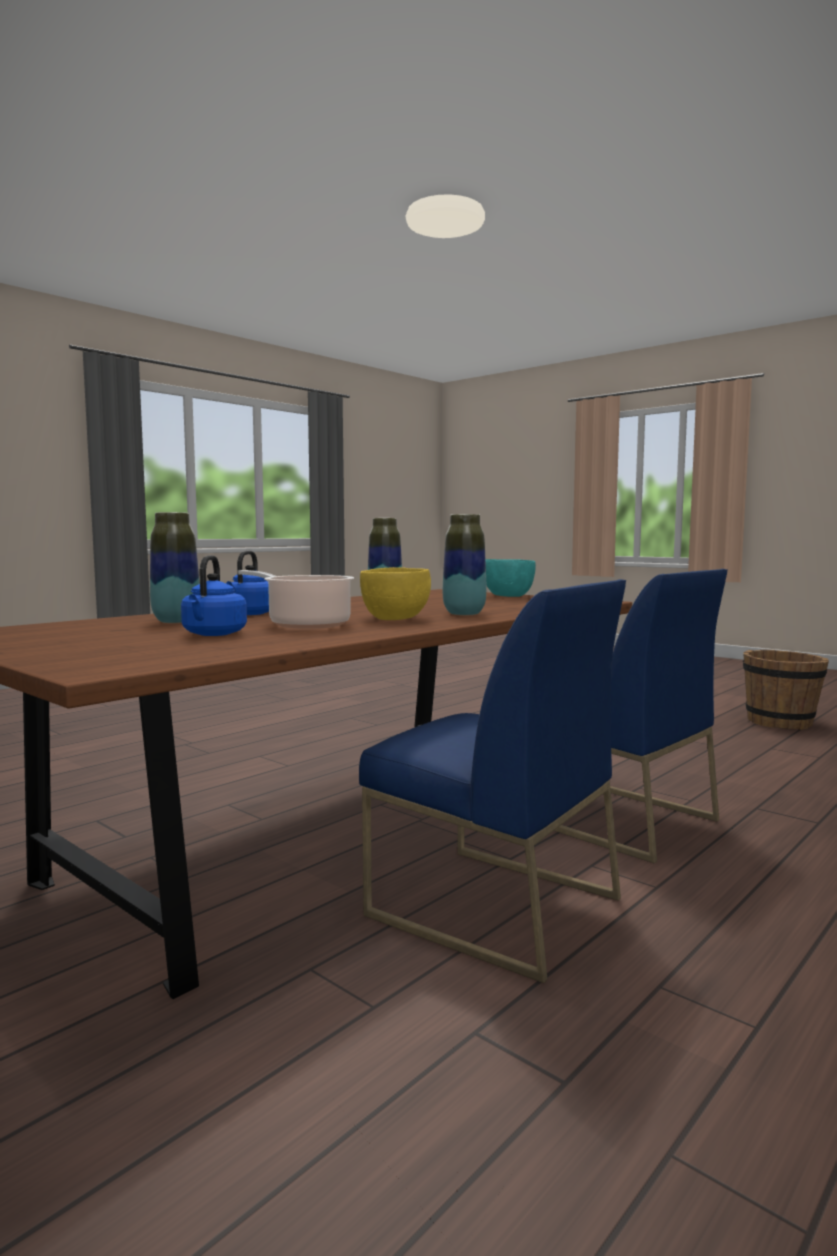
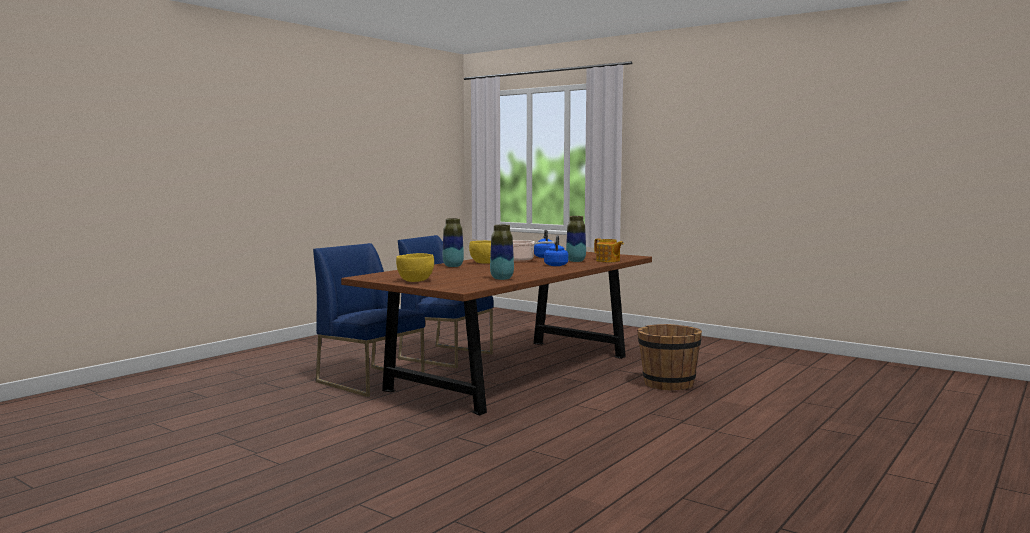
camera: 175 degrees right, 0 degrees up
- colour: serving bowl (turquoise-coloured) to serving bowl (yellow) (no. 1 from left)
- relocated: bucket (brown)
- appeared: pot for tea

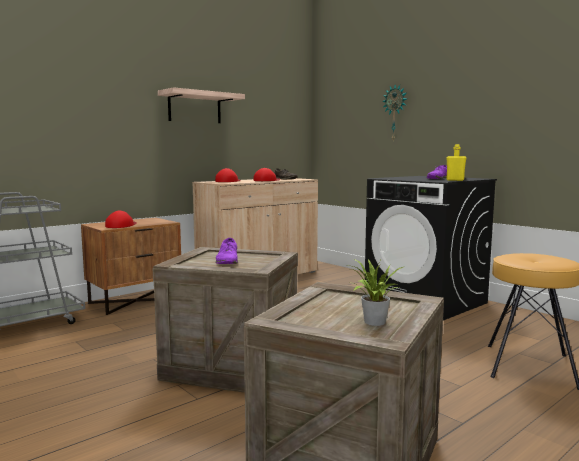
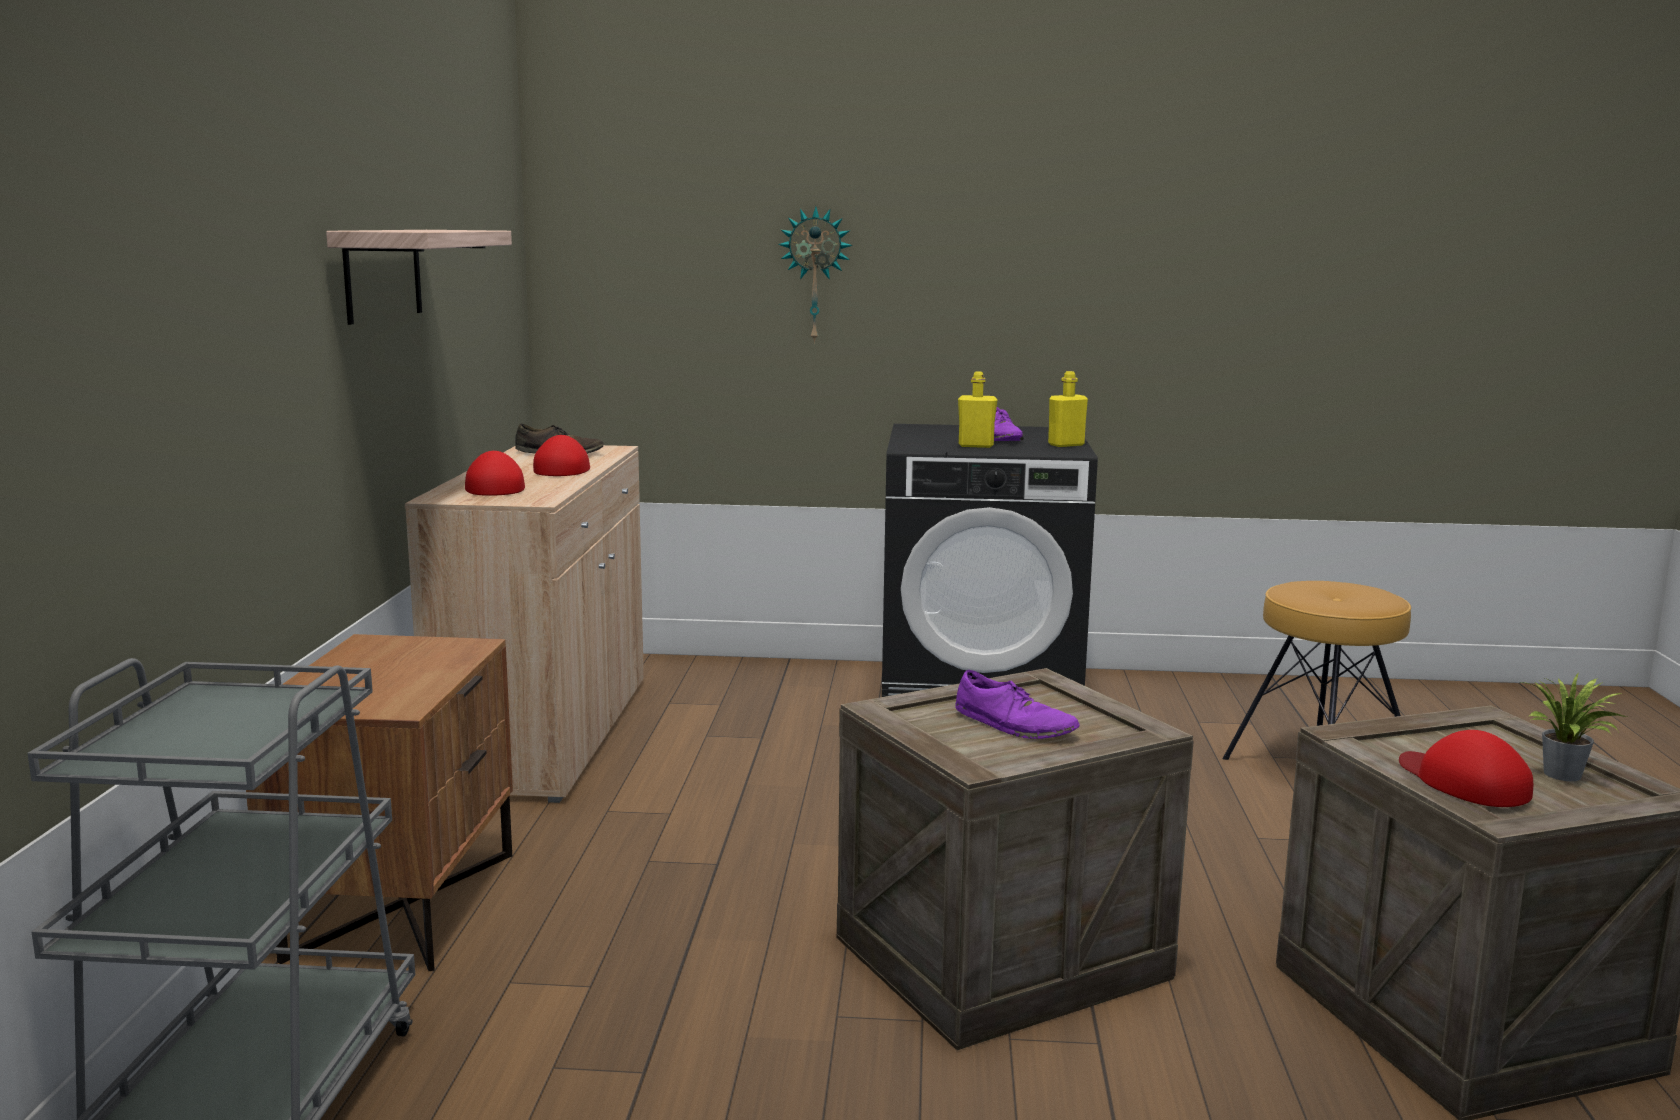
camera: 45 degrees left, 5 degrees up
- relocated: cap (red-coloured) (no. 1 from left in the first image) to cap (red-coloured) (no. 3 from left)
- appeared: bottle (yellow) (no. 1 from left)

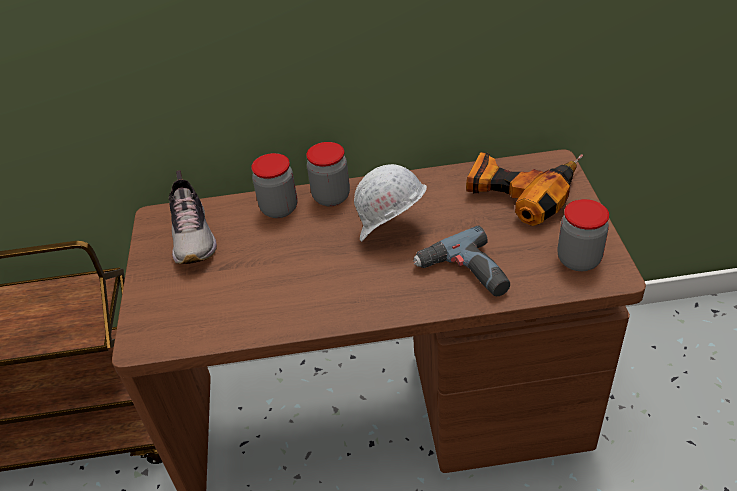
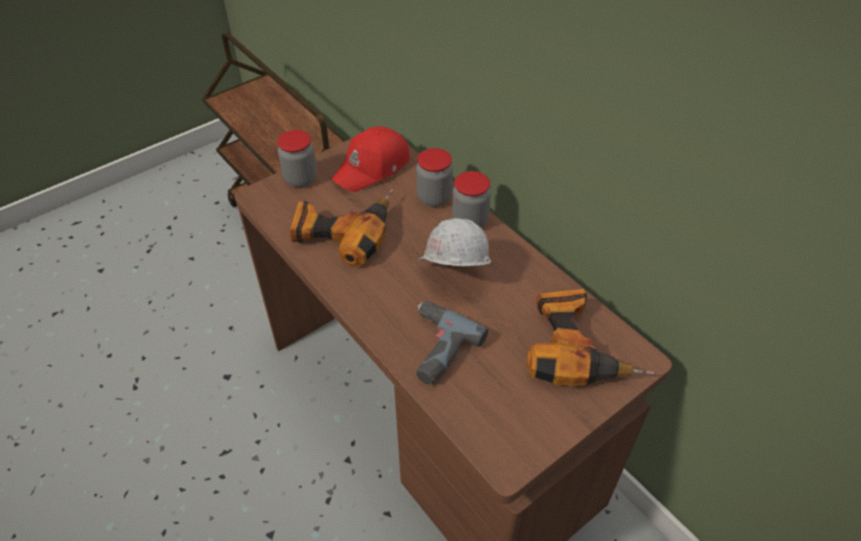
camera: 55 degrees right, 5 degrees up
- exchanged: shoe to cap (red-coloured)
- relocated: preserve jar (no. 3 from left in the first image) to preserve jar (no. 1 from left)
- appeared: electric drill (no. 1 from left)

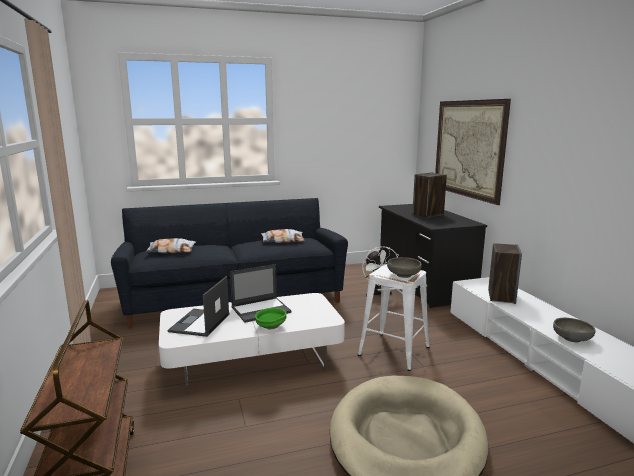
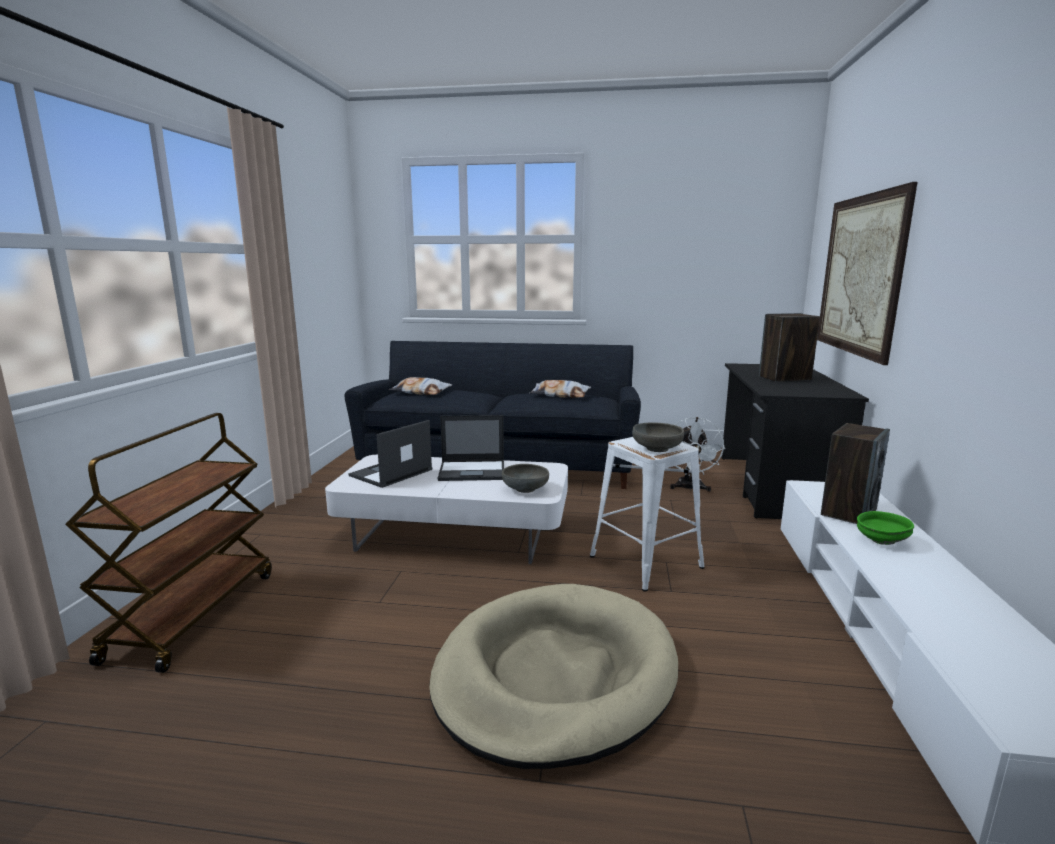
camera: 25 degrees right, 0 degrees up
- relocated: serving bowl (greenish)
- relocated: serving bowl (greyish) (no. 2 from left in the first image) to serving bowl (greyish) (no. 1 from left)

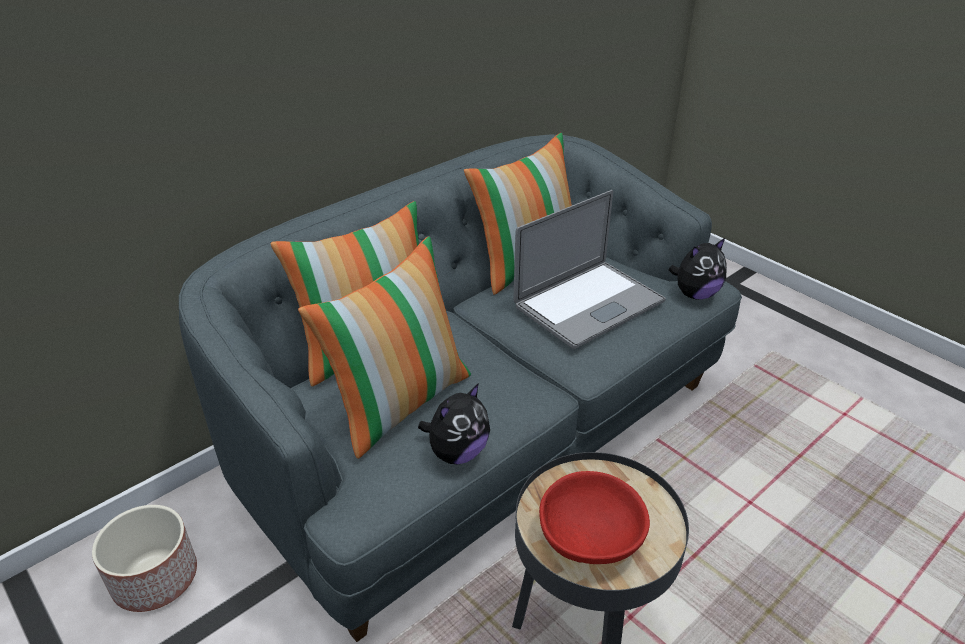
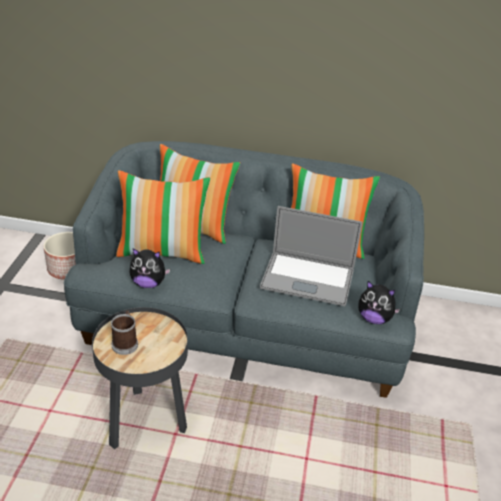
camera: 50 degrees right, 0 degrees up
- exchanged: serving bowl (red-coloured) to mug

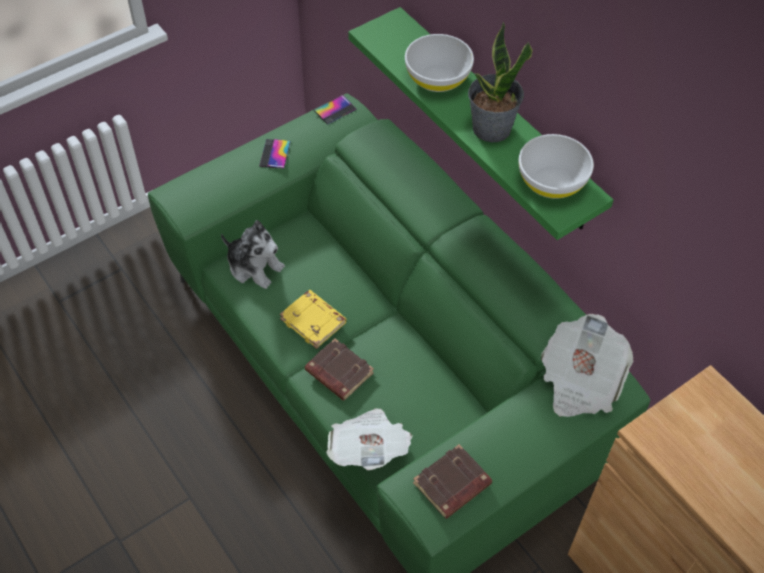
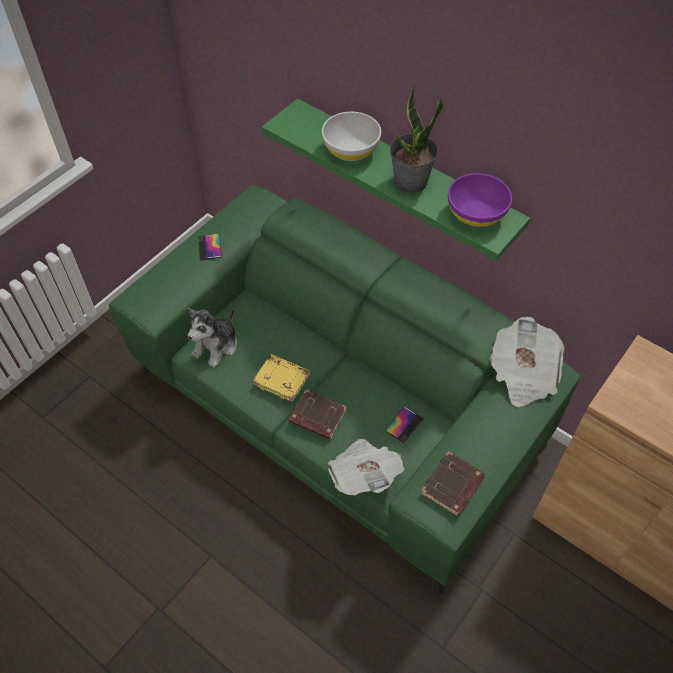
camera: 15 degrees left, 0 degrees up
- spun: plush toy 105 degrees clockwise
- relocated: handset (no. 2 from left)
- colour: serving bowl (white) (no. 2 from left) to serving bowl (purple-coloured)

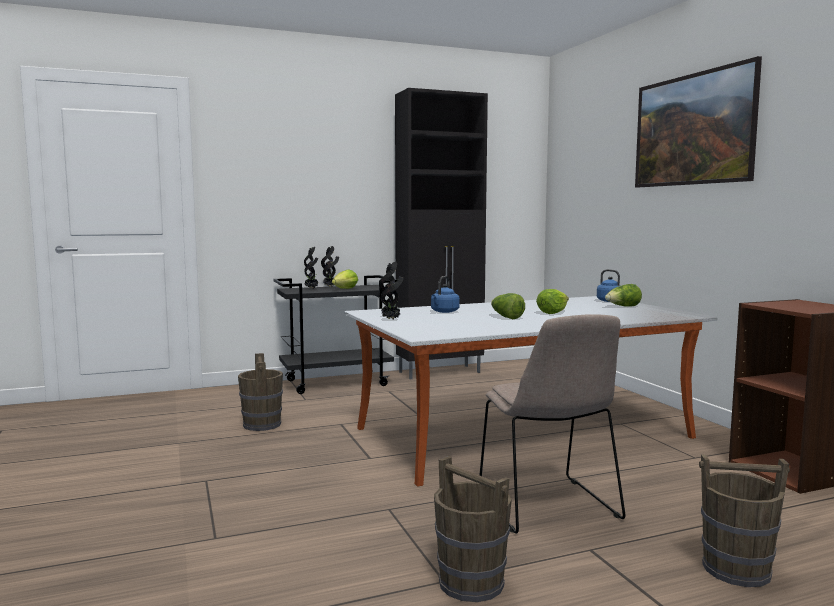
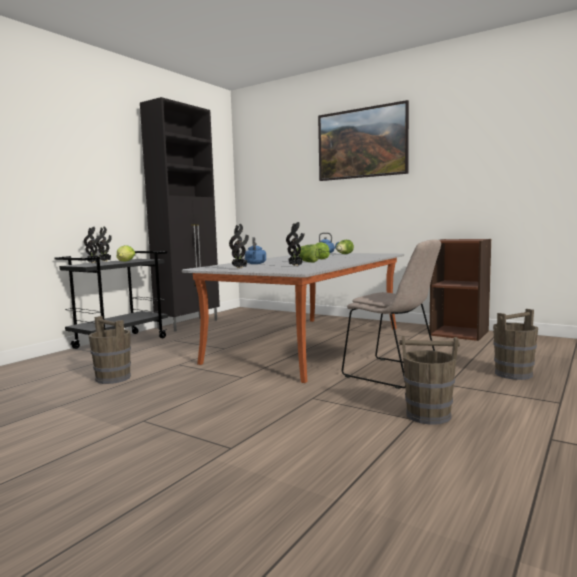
camera: 35 degrees left, 0 degrees up
- appeared: potted plant (no. 4 from left)

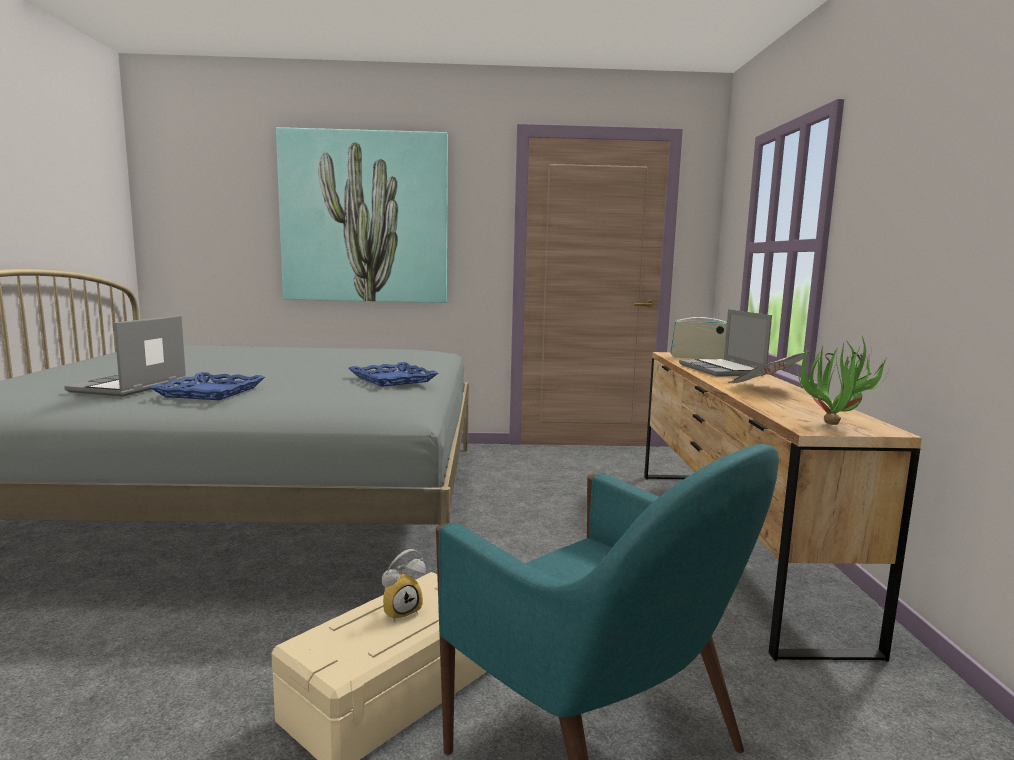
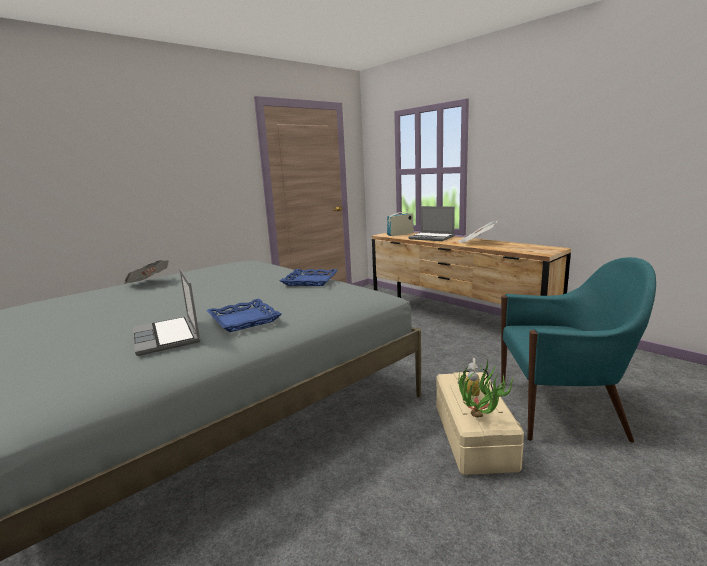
camera: 40 degrees left, 5 degrees up
- missing: wall art
- relocated: potted plant
- appeared: printed paper (no. 1 from left)

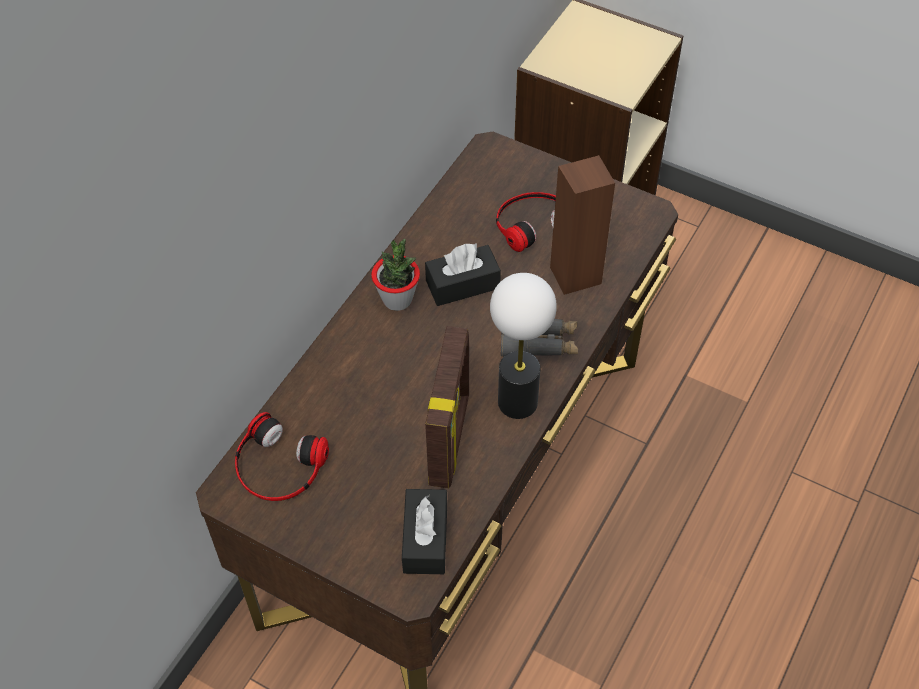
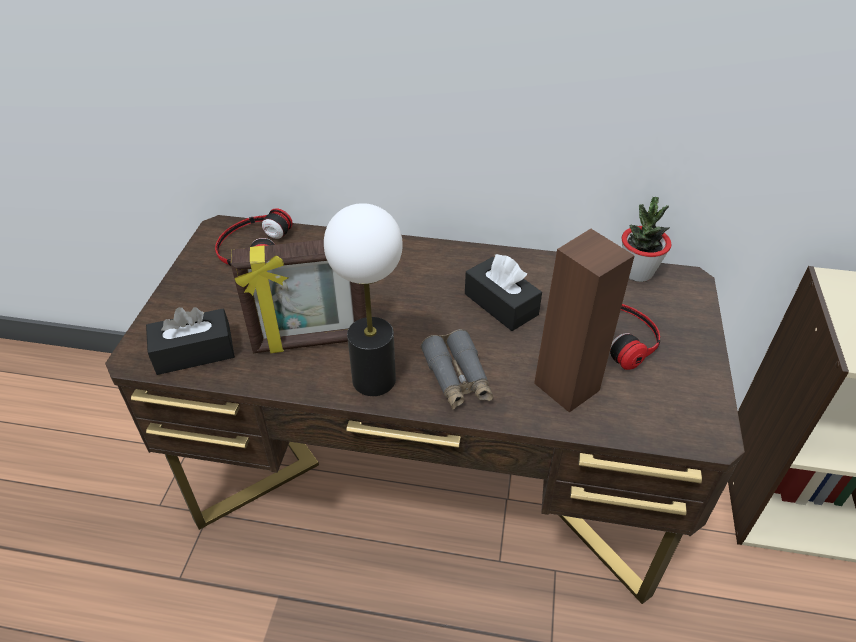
camera: 70 degrees right, 10 degrees down
- relocated: potted plant

